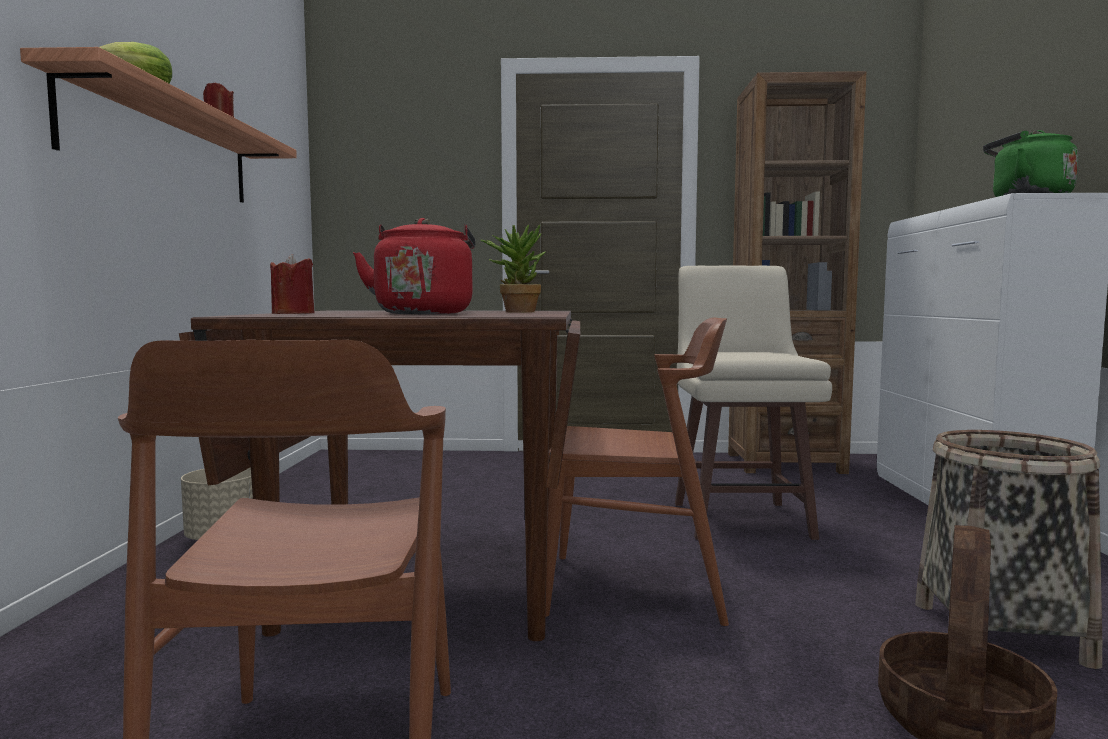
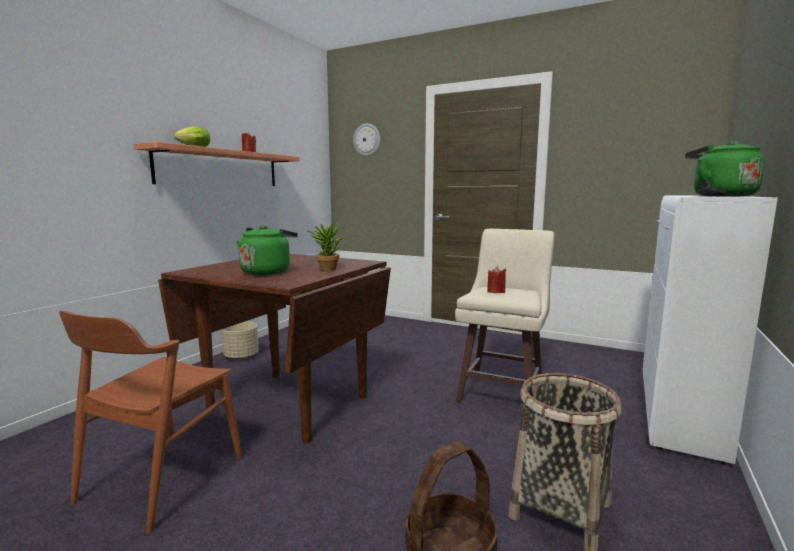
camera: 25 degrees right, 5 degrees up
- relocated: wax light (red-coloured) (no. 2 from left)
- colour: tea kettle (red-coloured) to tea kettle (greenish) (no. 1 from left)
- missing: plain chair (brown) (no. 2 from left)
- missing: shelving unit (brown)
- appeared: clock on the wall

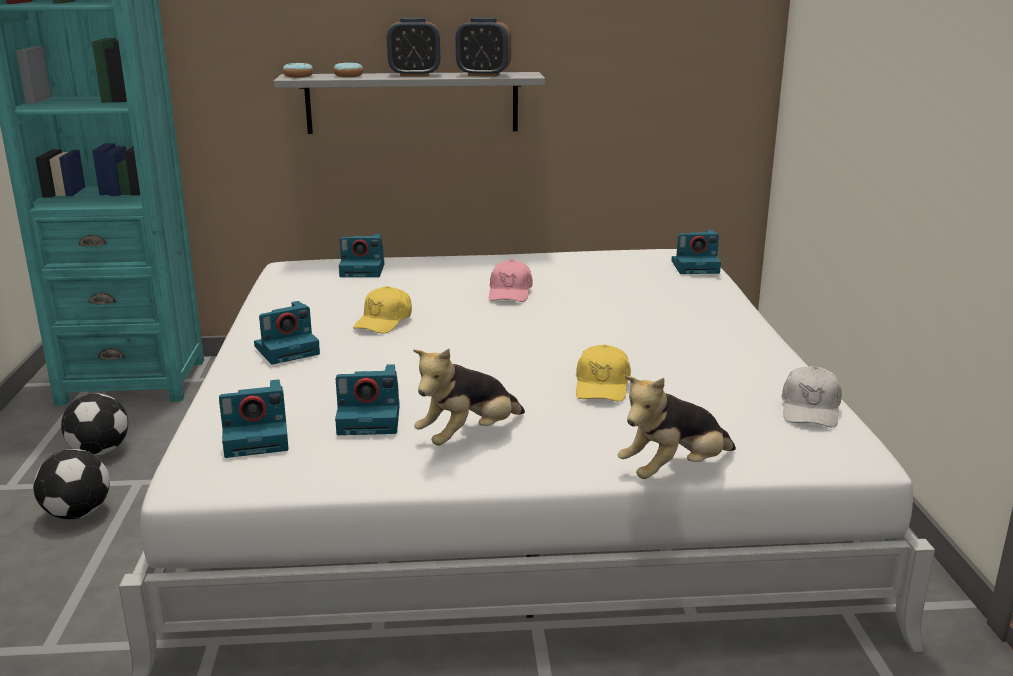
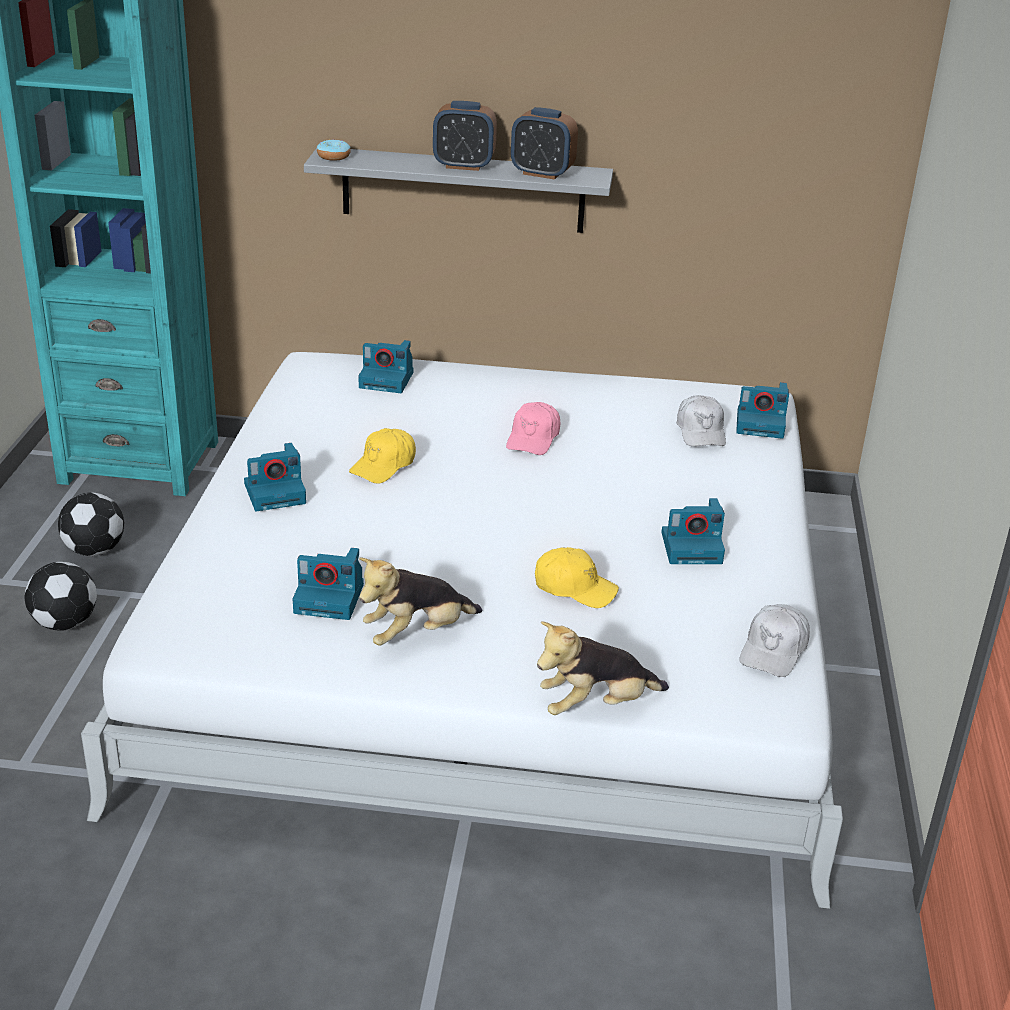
camera: 10 degrees right, 10 degrees up
- relocated: still camera (no. 1 from left in the first image) to still camera (no. 4 from left)
- missing: donut (no. 2 from left)
- spun: cap (yellow) (no. 2 from left) 90 degrees counterclockwise
- appeared: cap (white) (no. 1 from left)

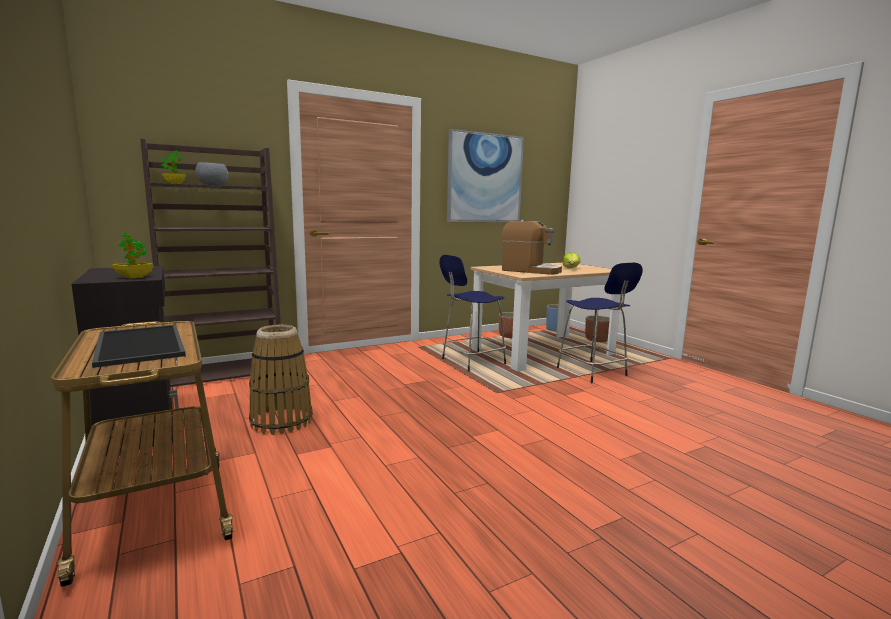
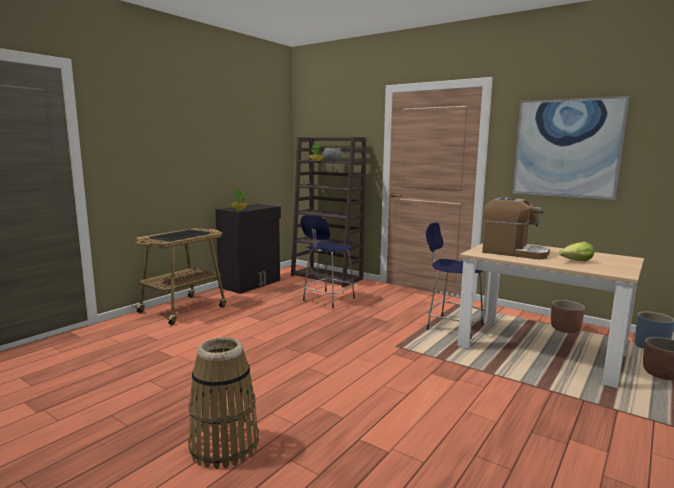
camera: 65 degrees right, 0 degrees up
- relocated: household basket
- spun: coffee machine 60 degrees counterclockwise
- relocated: stool (blue-coloured) (no. 2 from left in the first image) to stool (blue-coloured) (no. 1 from left)

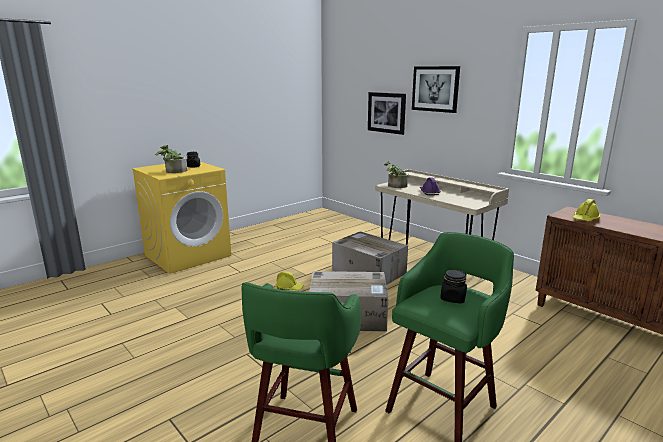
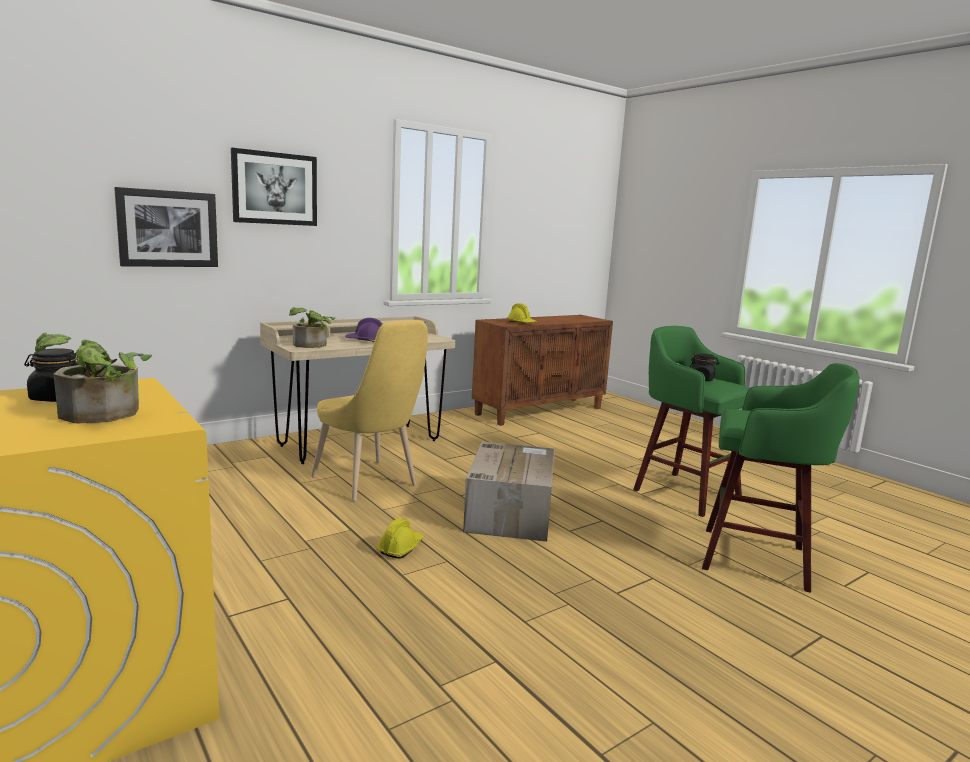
camera: 85 degrees left, 5 degrees down
- exchanged: carton (no. 2 from left) to plain chair (yellow)

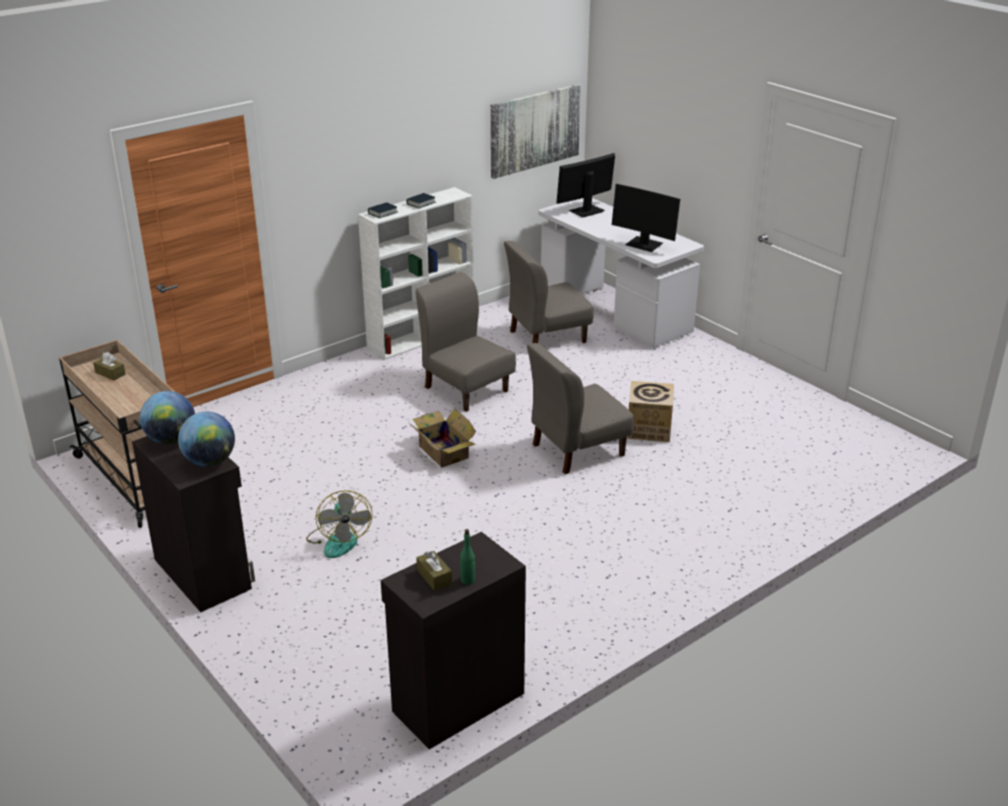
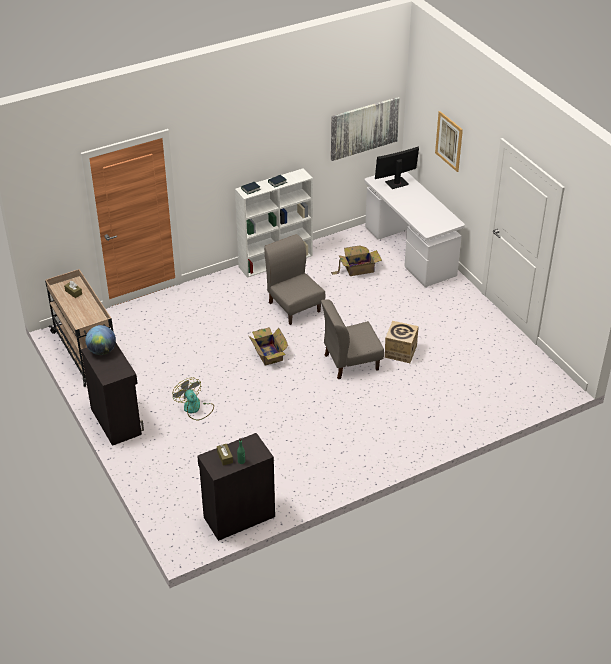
camera: 10 degrees right, 10 degrees up
- missing: world globe (no. 2 from left)
- spun: electric fan 150 degrees clockwise
- exchanged: plain chair (greyish) (no. 2 from left) to carton (no. 2 from left)
- missing: monitor (no. 2 from left)
- appeared: wall art (no. 2 from left)

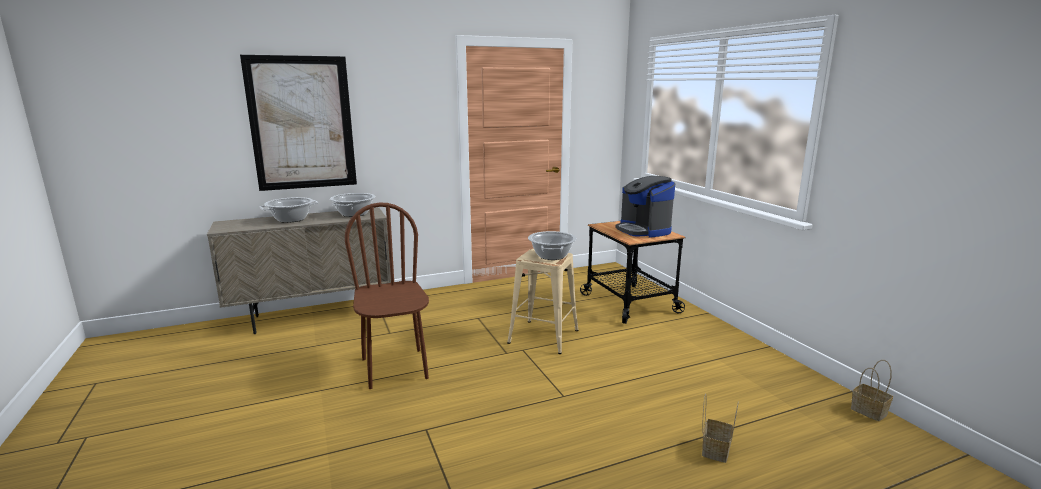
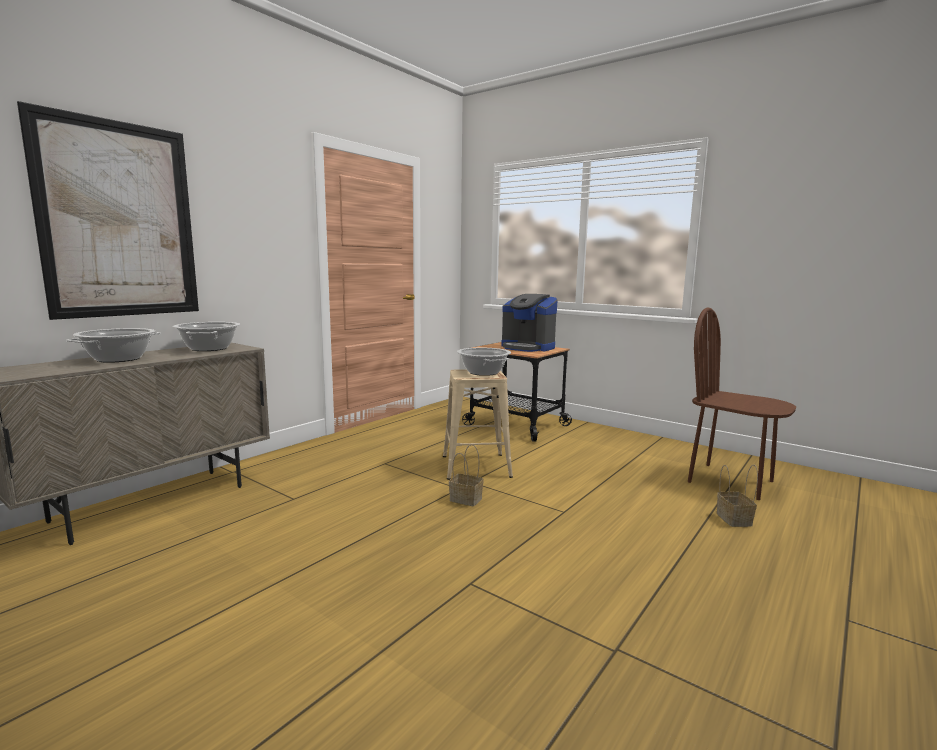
camera: 30 degrees left, 5 degrees down
- relocated: plain chair (brown)
- relocated: household basket (no. 2 from left in the first image) to household basket (no. 1 from left)

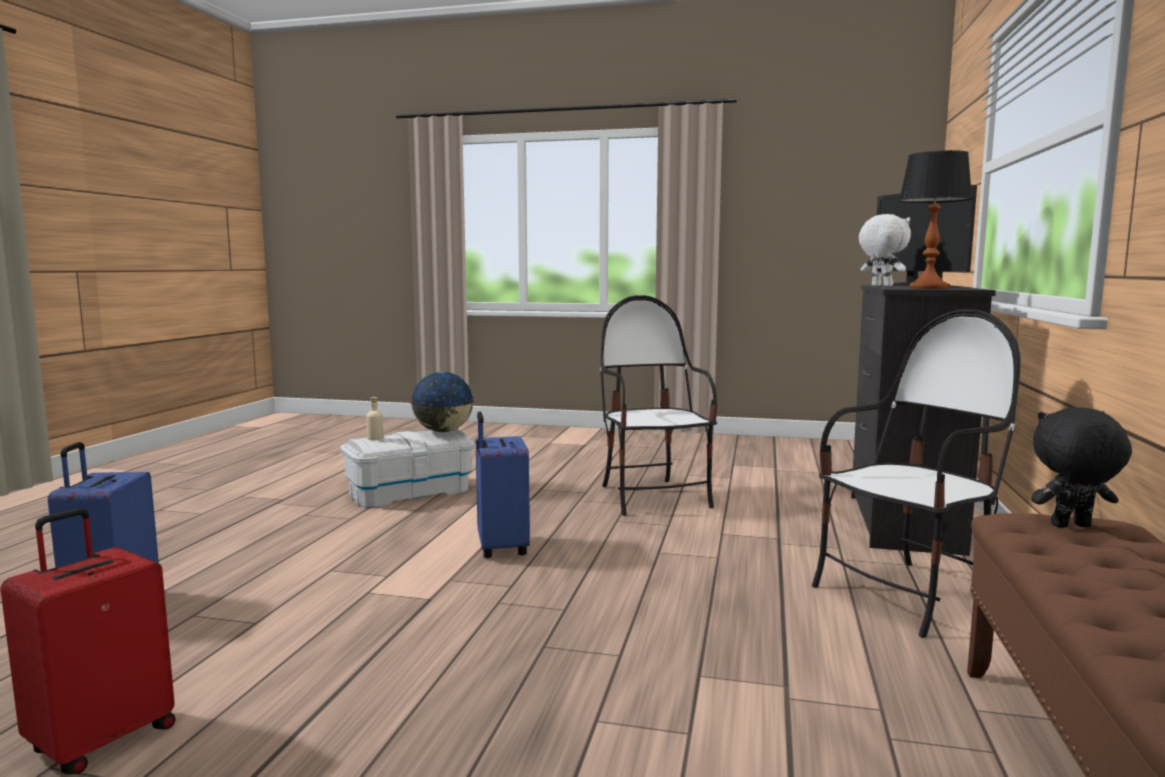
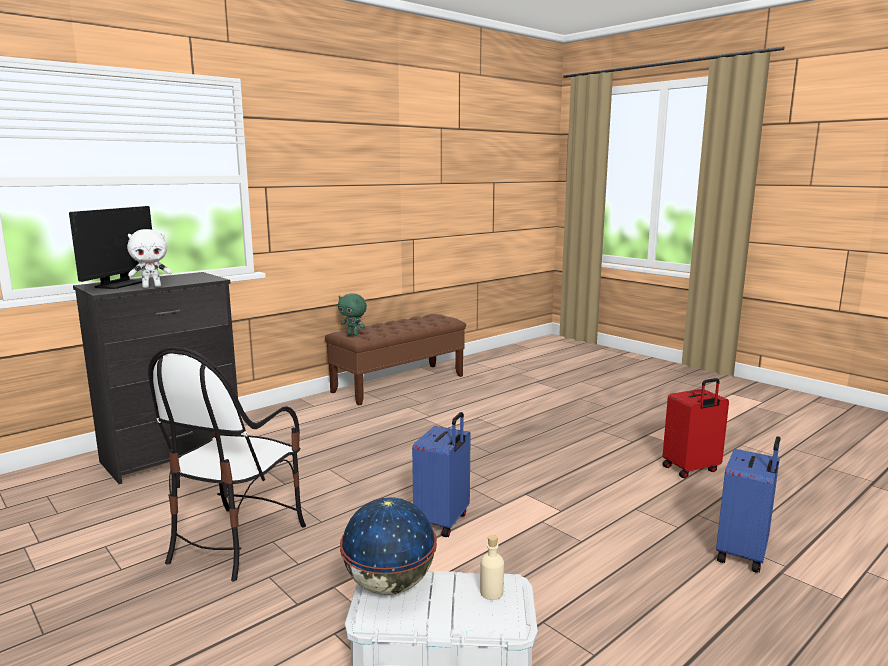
camera: 145 degrees left, 5 degrees up
- missing: plain chair (no. 2 from left)
- spun: plush toy (white) 120 degrees counterclockwise
- missing: table lamp
- colour: plush toy (blackish) to plush toy (greenish)

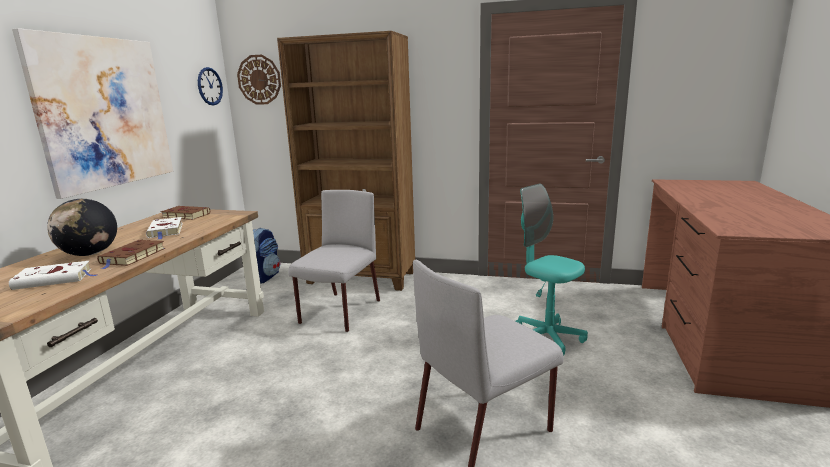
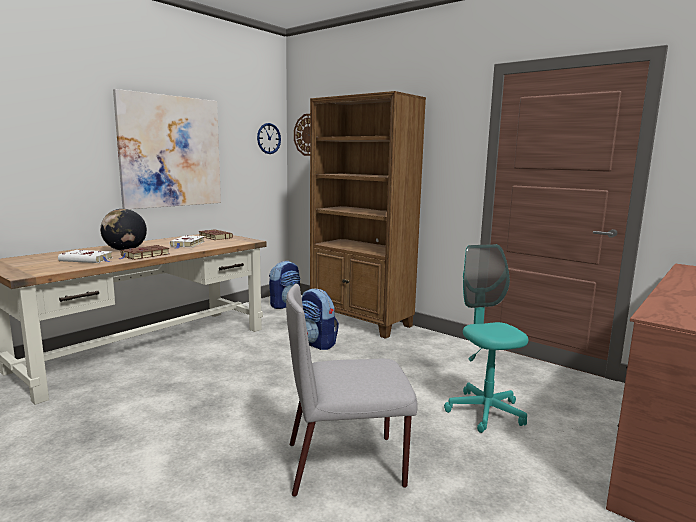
camera: 25 degrees right, 5 degrees down
- exchanged: plain chair (greyish) (no. 1 from left) to knapsack (no. 2 from left)

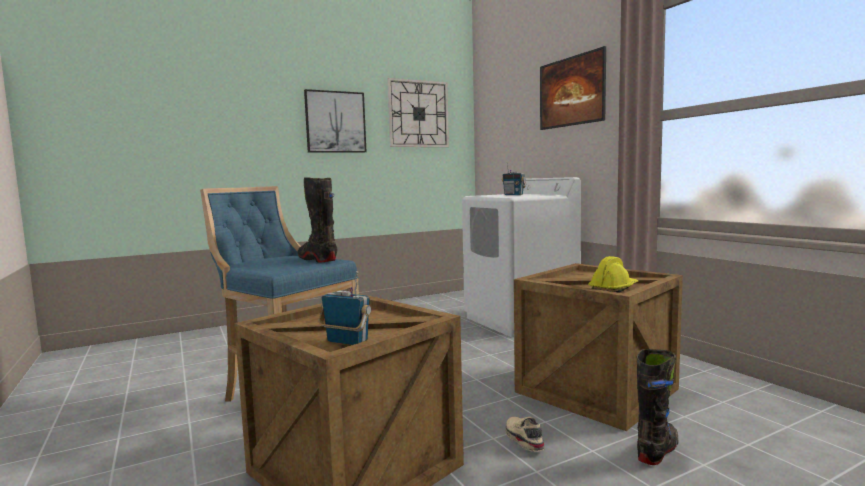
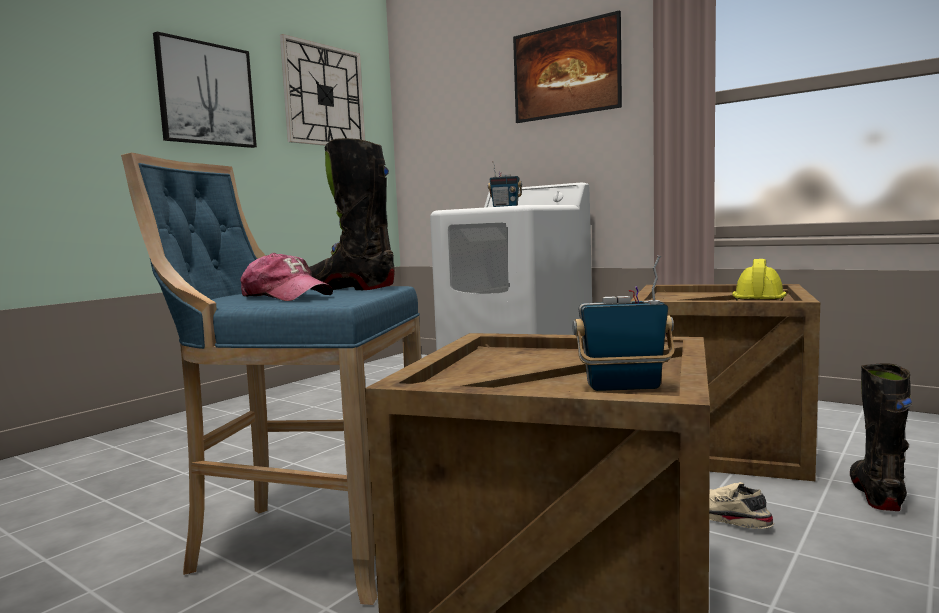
camera: 25 degrees left, 0 degrees up
- appeared: cap

